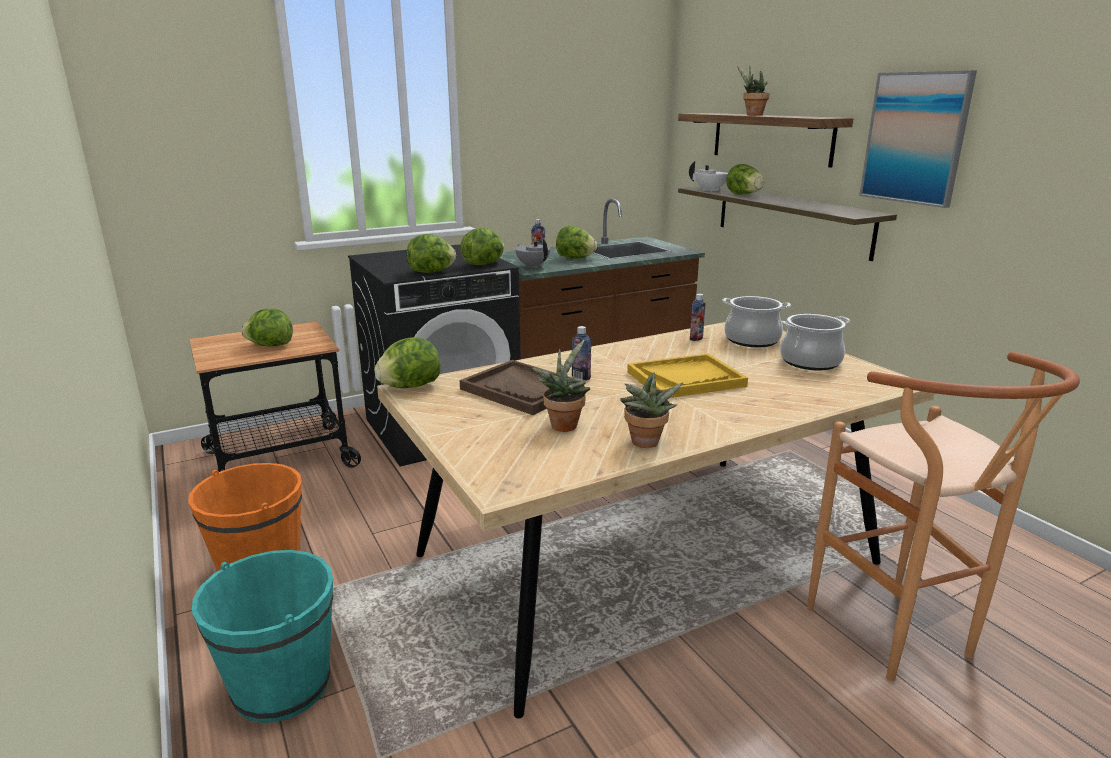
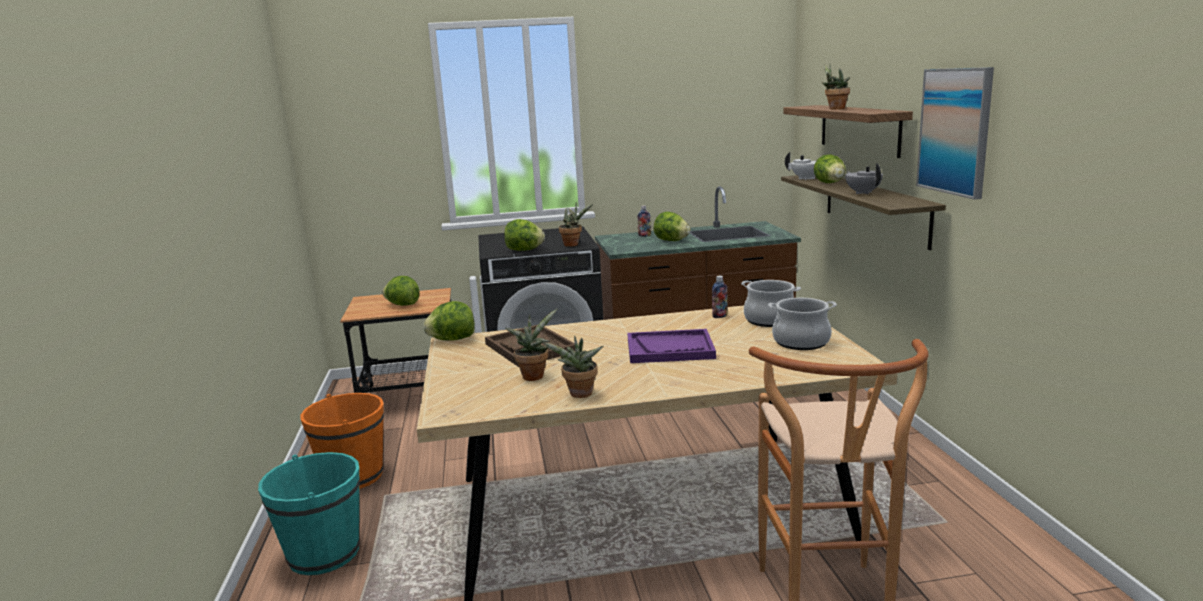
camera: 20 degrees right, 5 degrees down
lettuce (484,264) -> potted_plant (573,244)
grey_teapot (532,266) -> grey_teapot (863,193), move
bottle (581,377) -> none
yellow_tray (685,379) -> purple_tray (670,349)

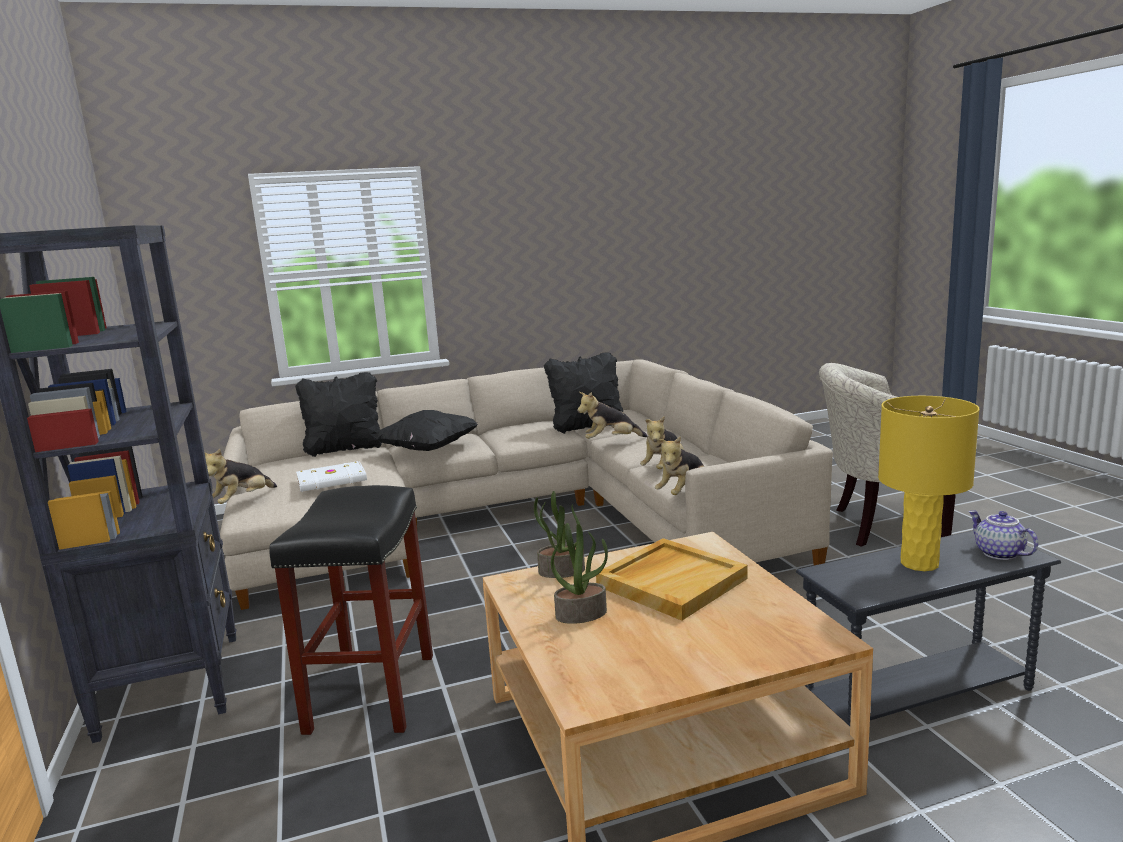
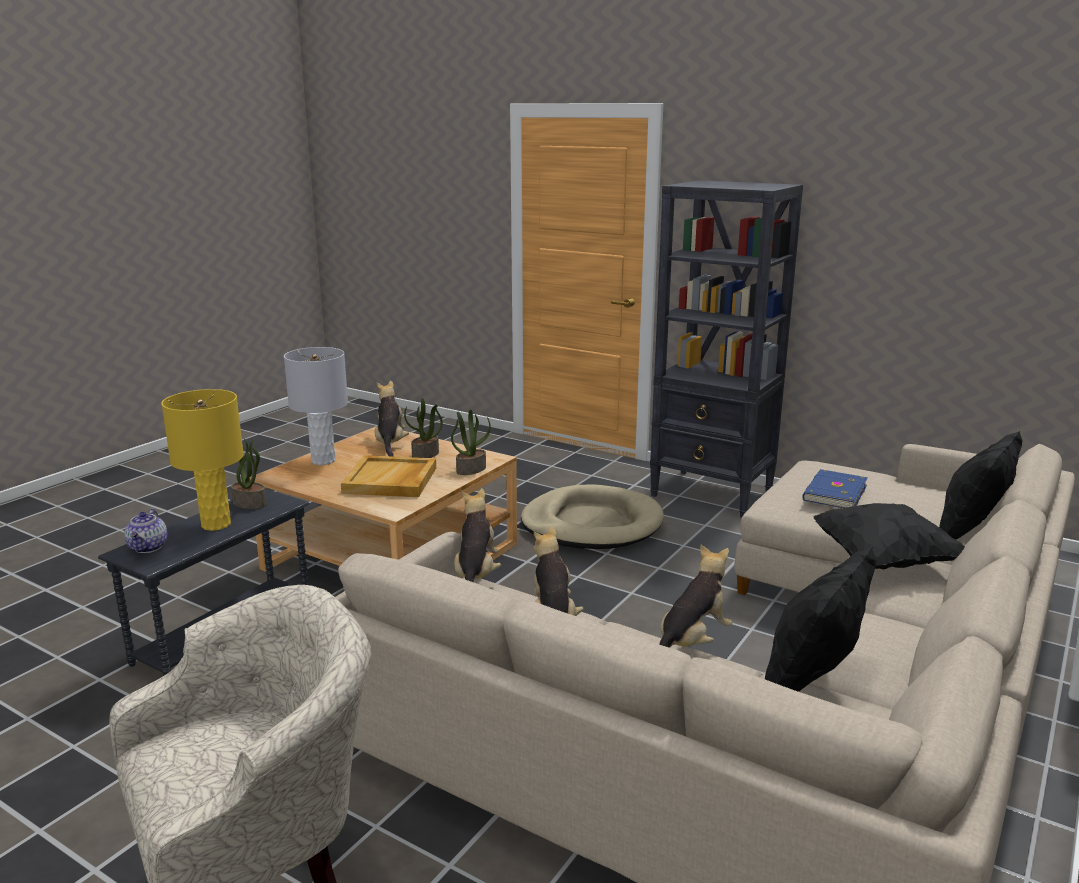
camera: 140 degrees right, 5 degrees up
plush_toy (242,501) -> plush_toy (390,443), move
white_book (332,480) -> blue_book (833,493)
black_stool (372,694) -> beige_dog_bed (592,524)
teapot (998,553) -> teapot (149,547), 60 degrees clockwise
none -> grey_table_lamp (323,461)
none -> potted_plant (250,503)

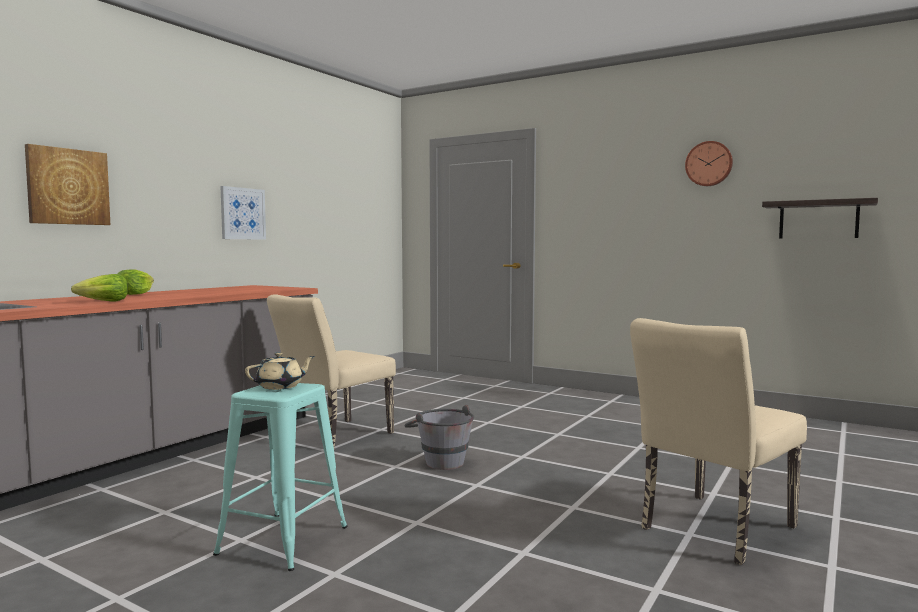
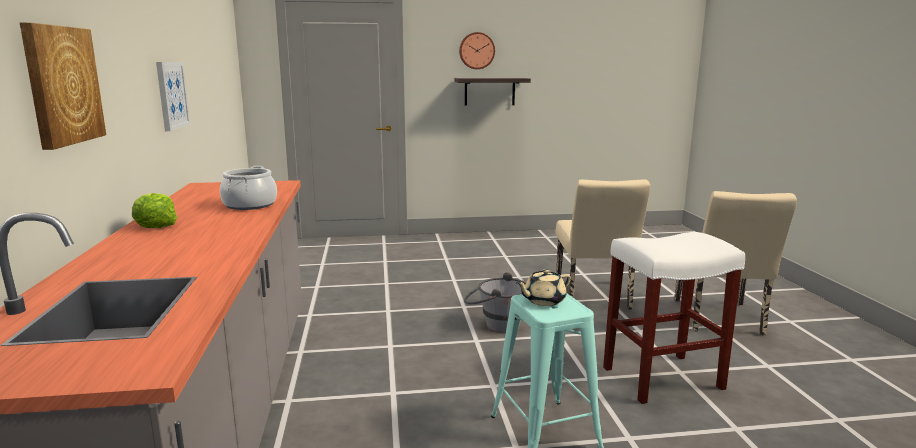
camera: 40 degrees left, 10 degrees up
wall_clock (709,164) -> wall_clock (476,50), move
shelf (818,219) -> shelf (489,91), move
lettuce (103,302) -> none
beige_chair (333,437) -> beige_chair (593,298), move
beige_teapot (280,386) -> beige_teapot (543,301), 135 degrees counterclockwise
none -> cooking_pot (250,205)
none -> white_stool (663,377)

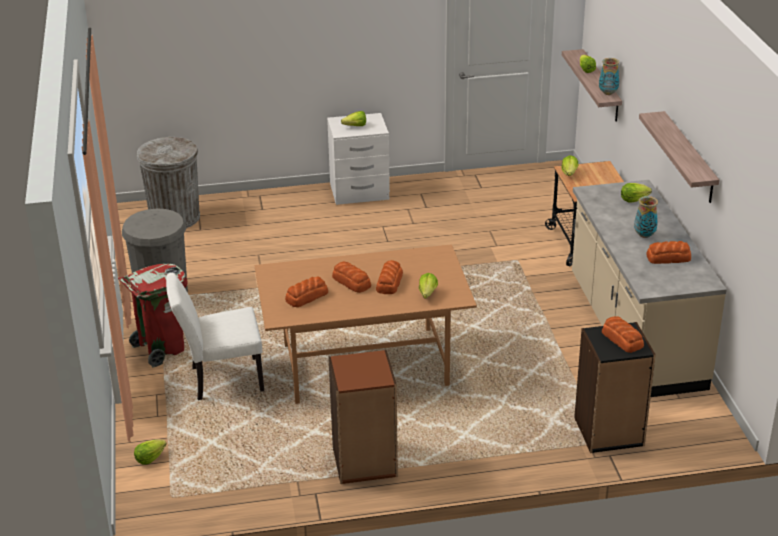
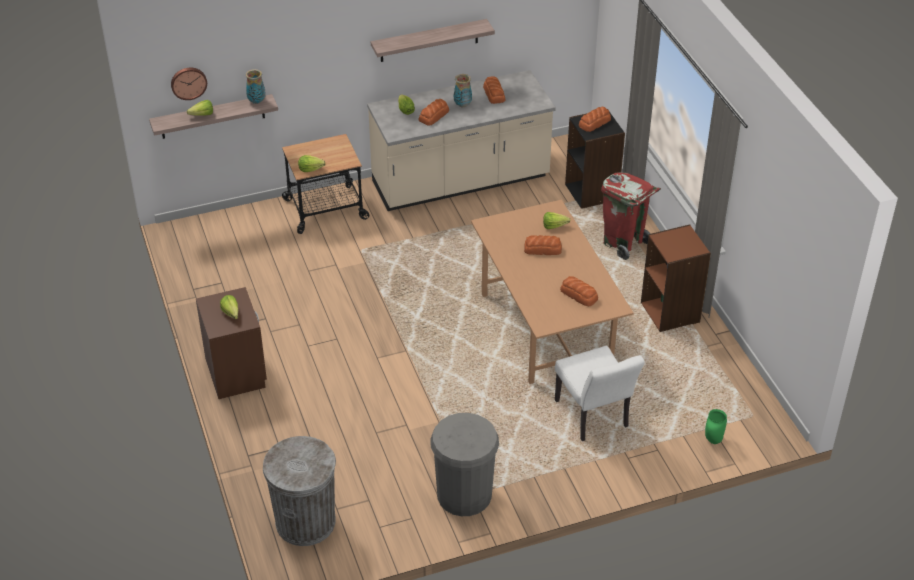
camera: 100 degrees left, 10 degrees up
white_nightstand (359,192) -> brown_nightstand (236,372)
bread (351,282) -> bread (434,116), move
red_trash_can (161,349) -> red_trash_can (623,243), move
lettuce (149,458) -> green_vase (713,441)
none -> wall_clock (188,82)

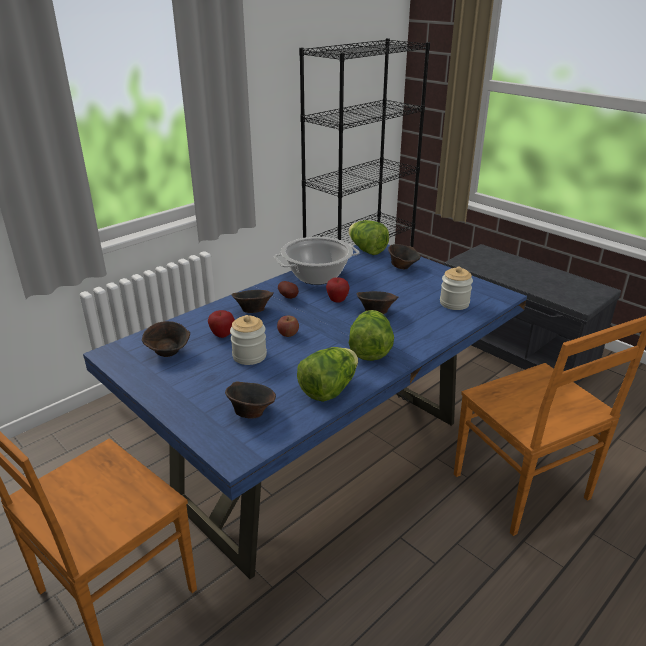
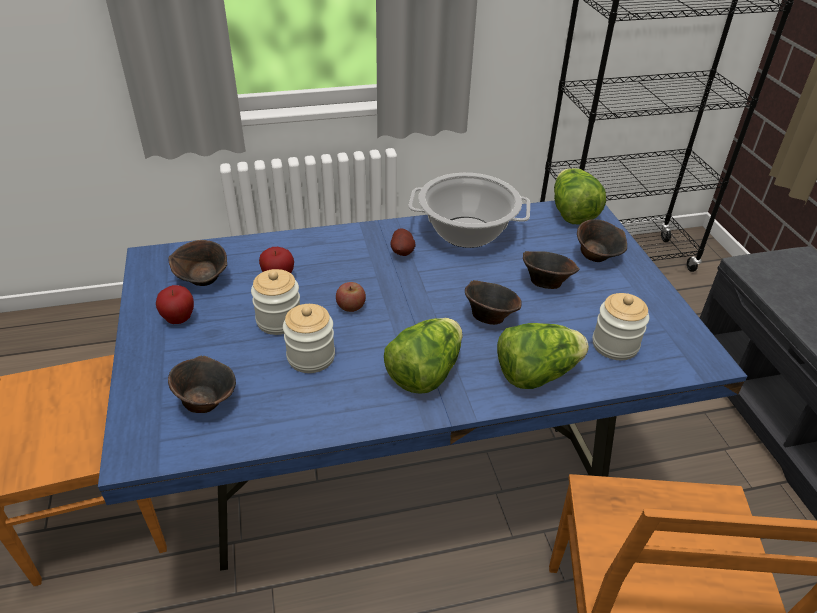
camera: 30 degrees right, 10 degrees up
apple (337,301) -> apple (179,319), move
brown_bowl (253,310) -> brown_bowl (545,282), move
lettuce (329,389) -> lettuce (536,374), move
none -> jar (311,357)

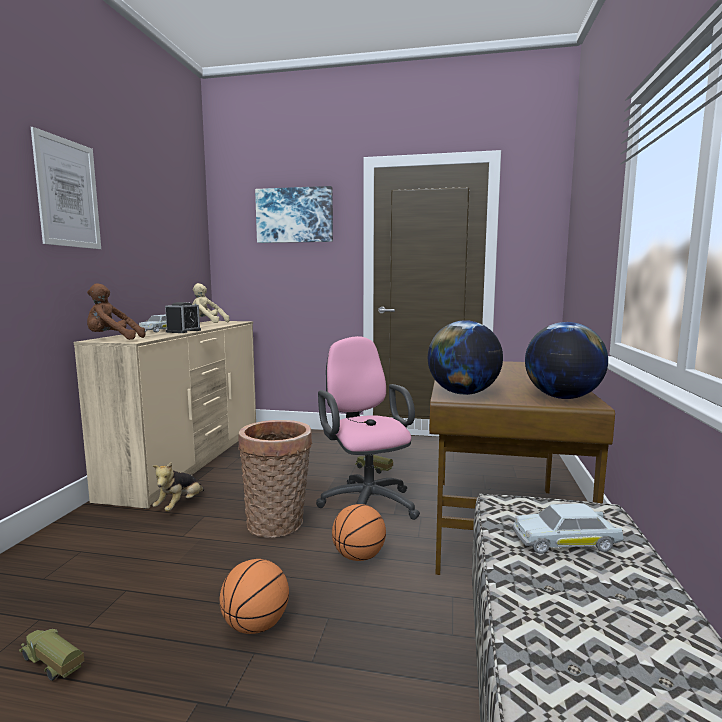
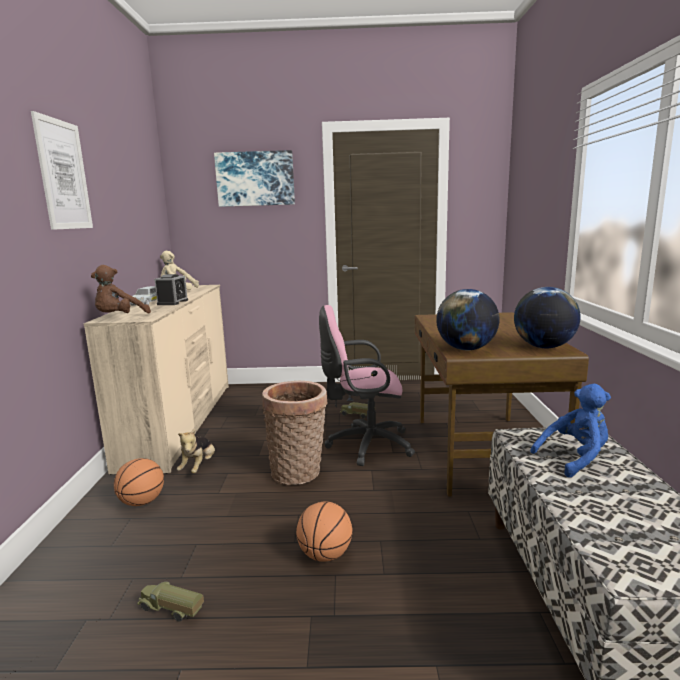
camera: 10 degrees left, 5 degrees up
brown_plush_toy (112,339) -> brown_plush_toy (119,318), 45 degrees counterclockwise
pink_office_chair (366,502) -> pink_office_chair (365,445), 60 degrees counterclockwise
basketball (359,557) -> basketball (142,502), move
white_toy_car (565,542) -> blue_plush_toy (575,458)

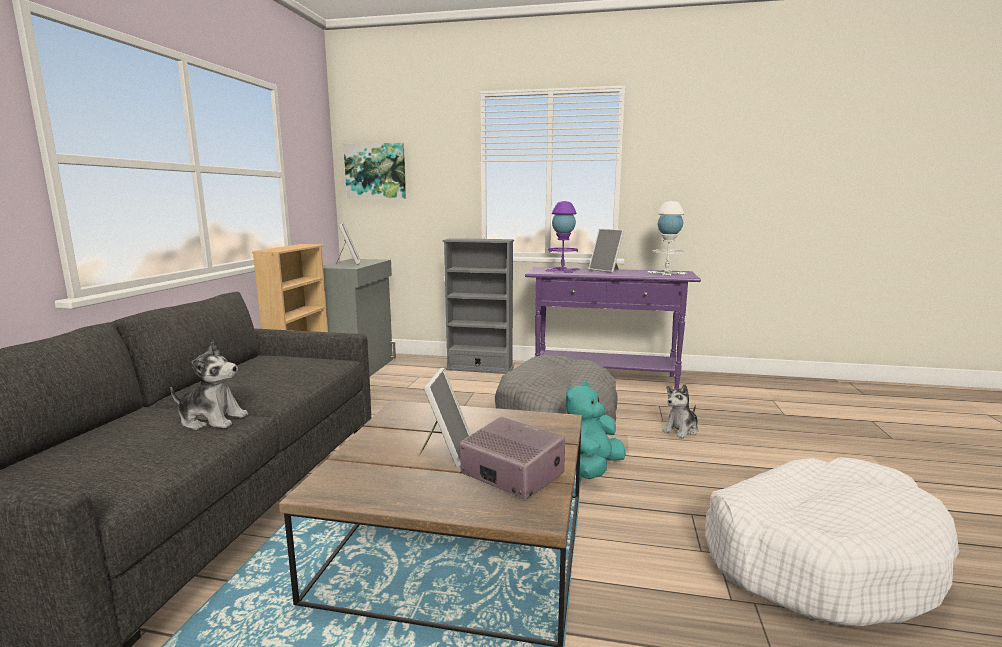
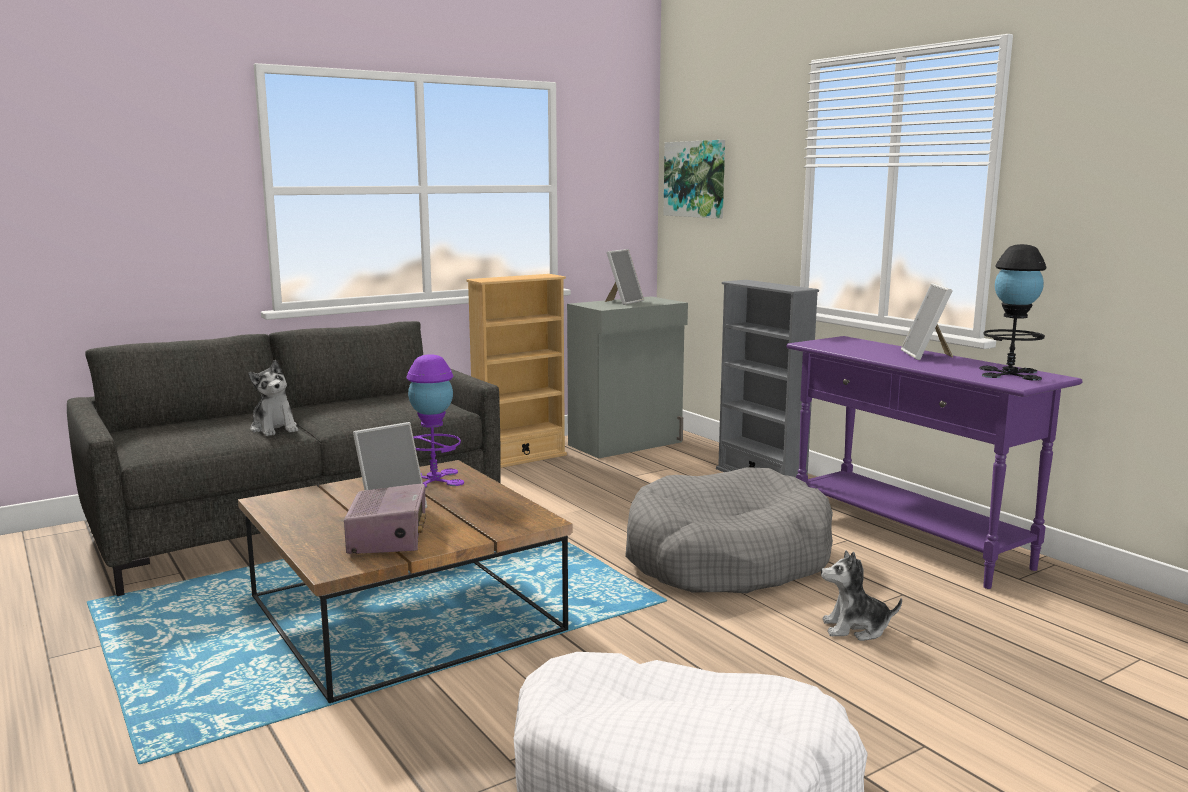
camera: 45 degrees right, 0 degrees up
purple_table_lamp (562,270) -> purple_table_lamp (434,479), move
white_table_lamp (666,273) -> black_table_lamp (1009,373)
turquoise_plush_toy (592,468) -> none

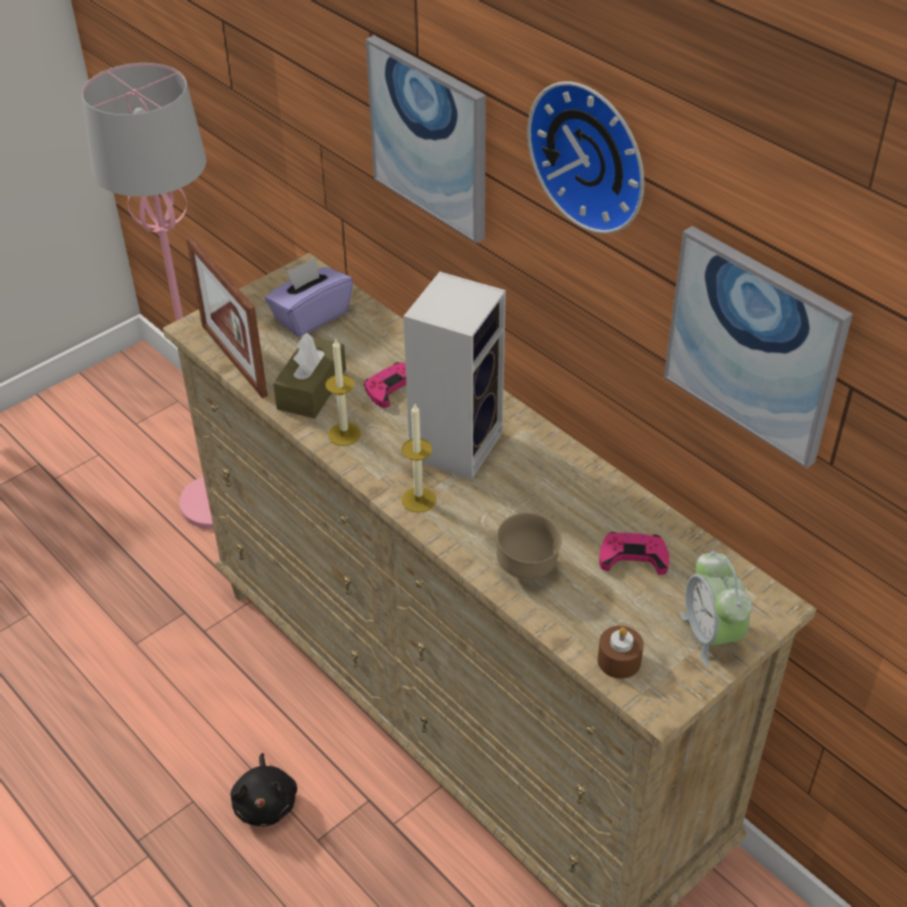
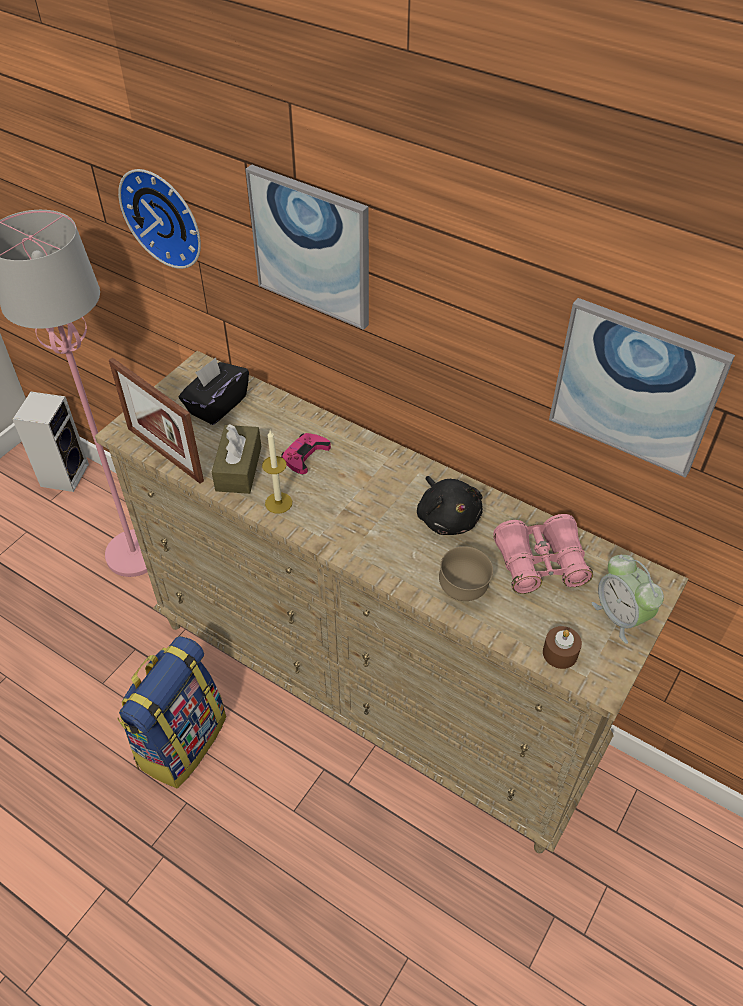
camera: 15 degrees left, 5 degrees up
wall_clock (593,154) -> wall_clock (165,216), move
purple_tissue_box (311,316) -> black_tissue_box (217,405)
speaker (456,442) -> speaker (64,473), move
candle (418,499) -> none
pink_game_controller (633,557) -> pink_binoculars (540,563)
black_plush_toy (266,802) -> black_plush_toy (447,517), move
none -> backpack (181,740)

